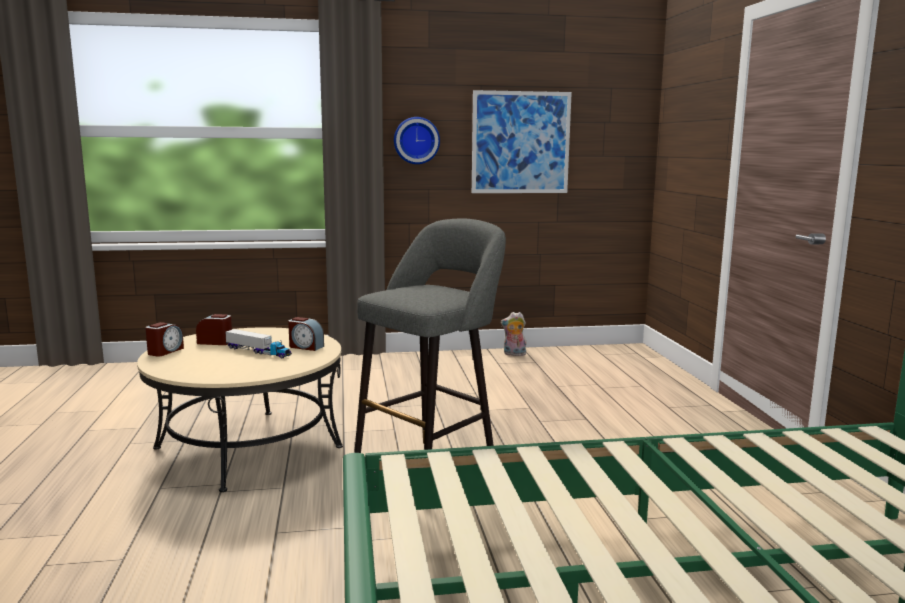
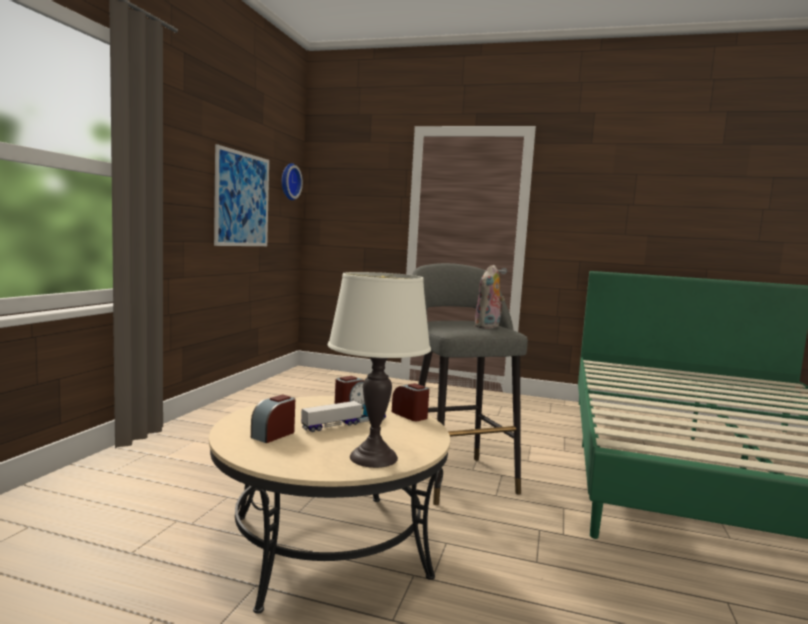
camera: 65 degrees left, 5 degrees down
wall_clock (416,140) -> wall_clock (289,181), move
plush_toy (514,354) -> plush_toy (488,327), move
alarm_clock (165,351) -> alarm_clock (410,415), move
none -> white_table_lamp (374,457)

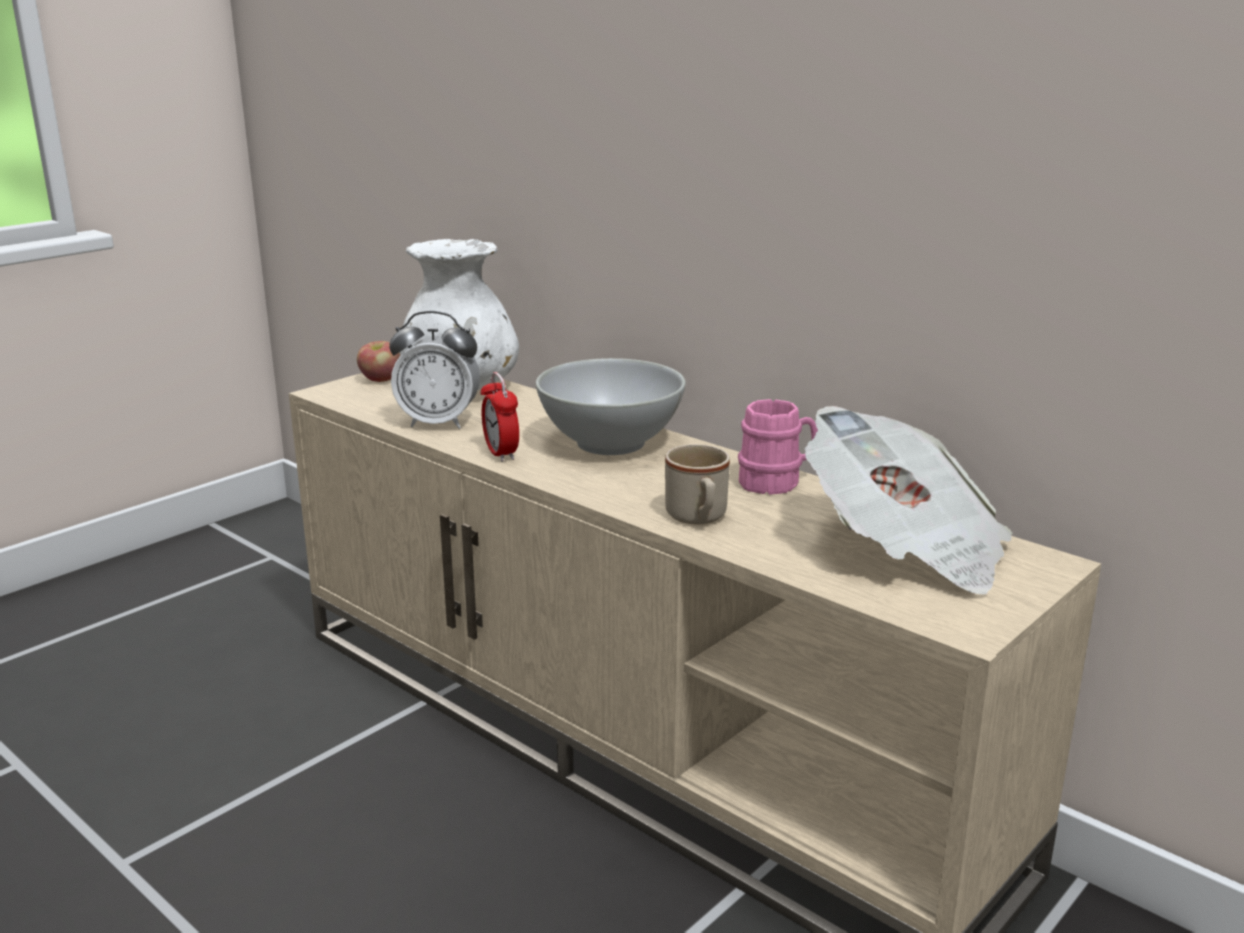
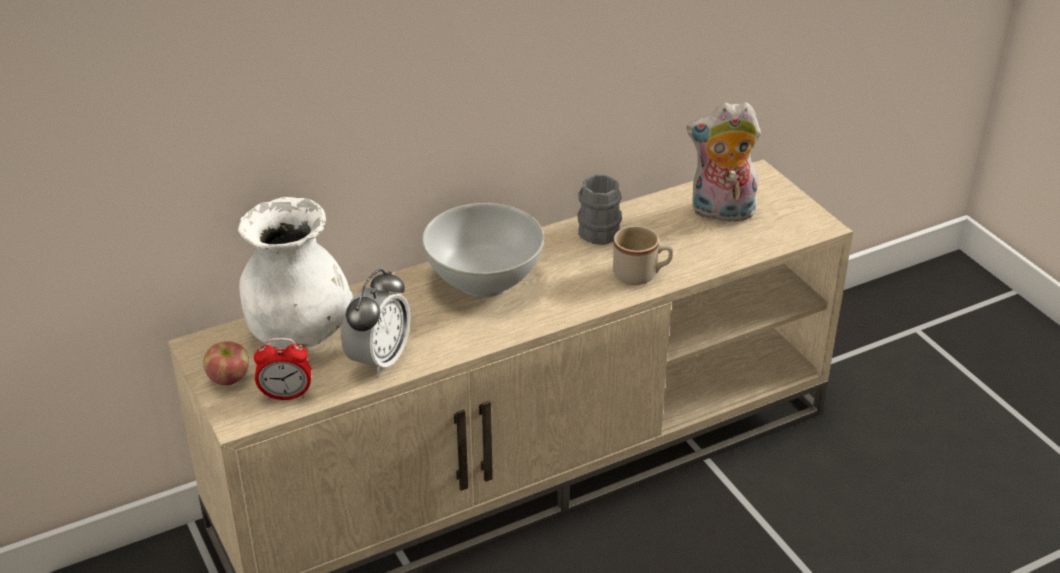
camera: 70 degrees left, 15 degrees up
alarm_clock (501,454) -> alarm_clock (286,395), move
pink_mug (777,482) -> grey_mug (599,228)
newspaper (906,549) -> plush_toy (721,213)

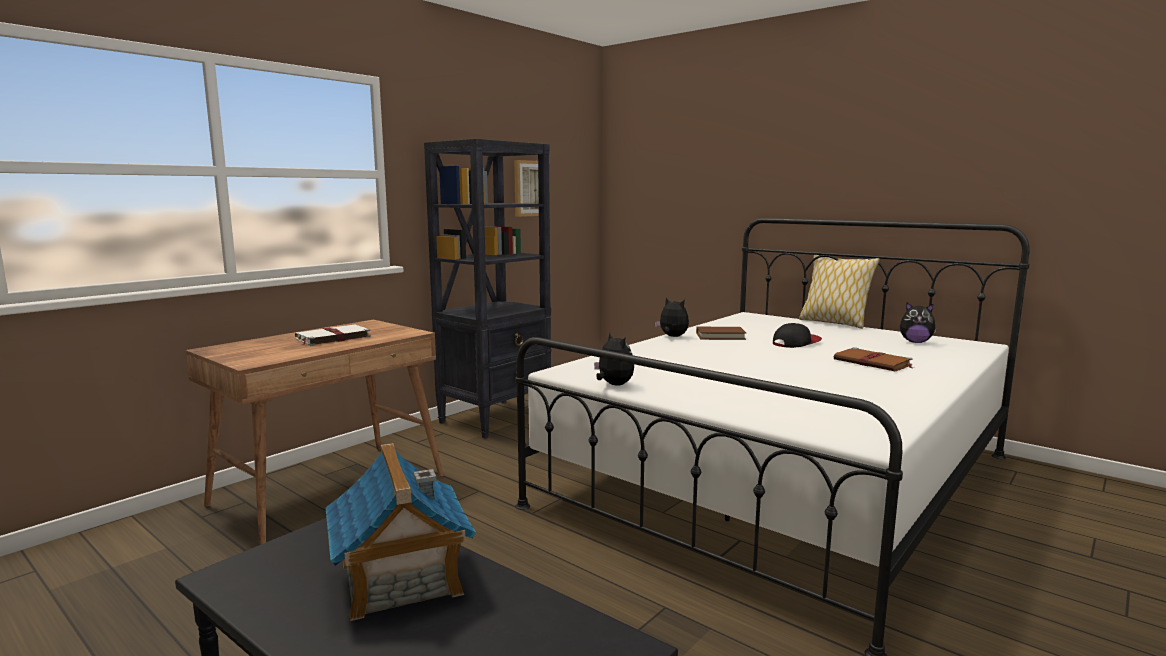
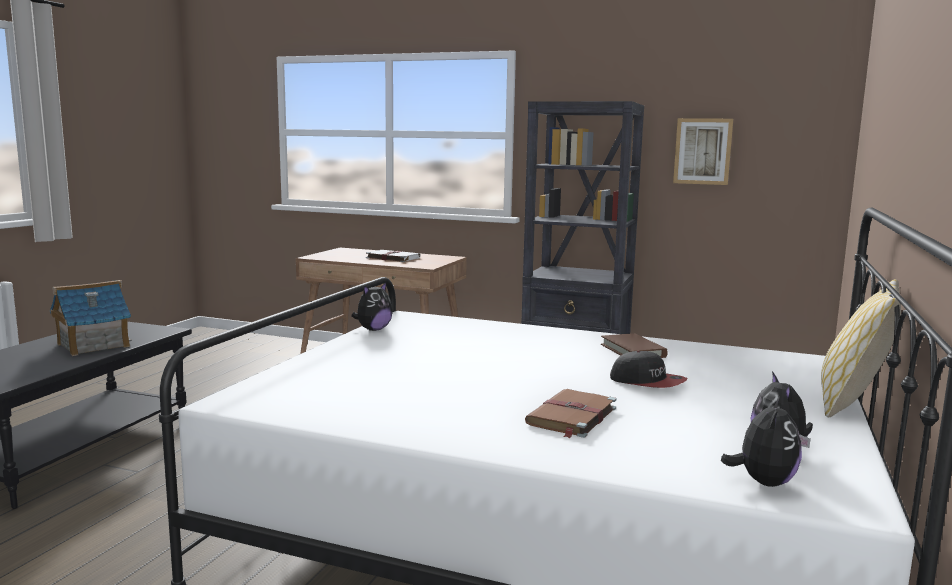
camera: 70 degrees right, 0 degrees up
plush_toy (672,337) -> plush_toy (763,482), move

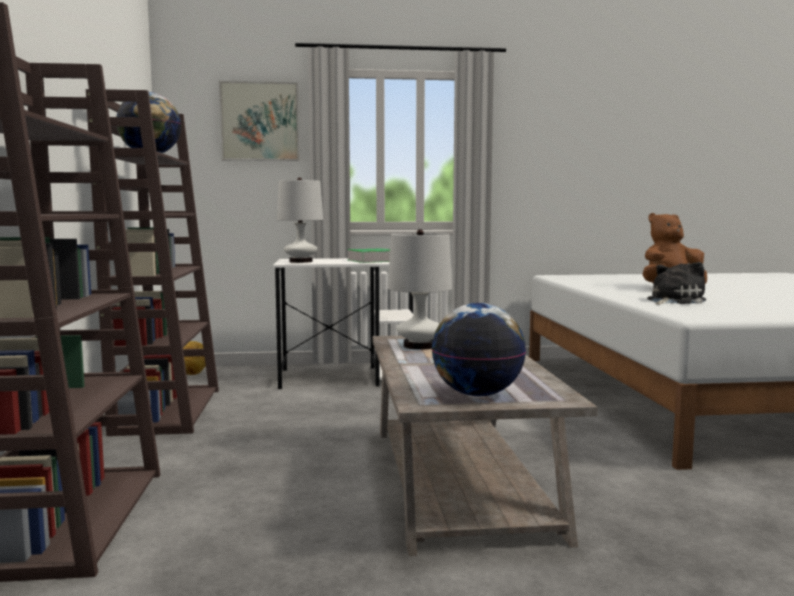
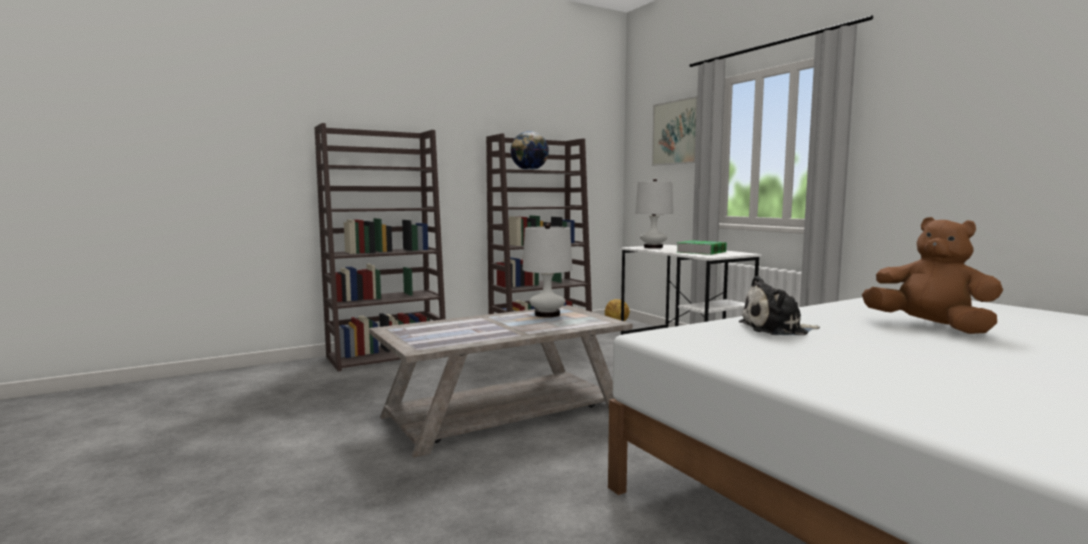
camera: 65 degrees right, 0 degrees up
plush_toy (673,301) -> plush_toy (777,329), 150 degrees clockwise
globe (477,394) -> none

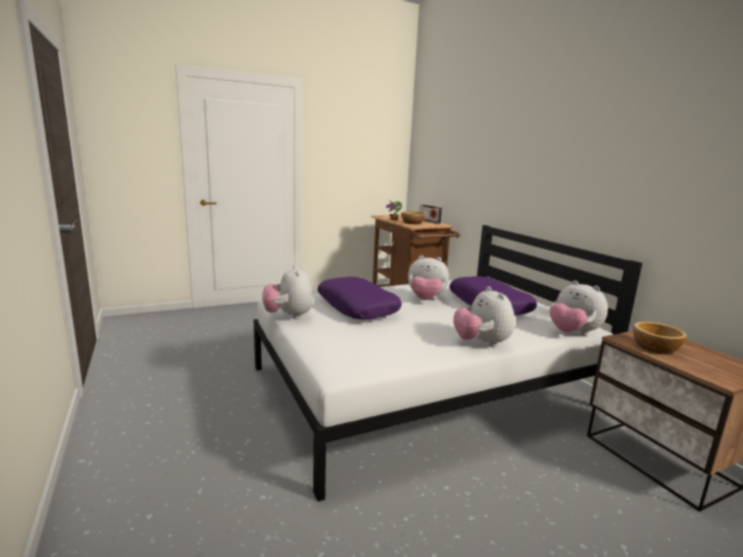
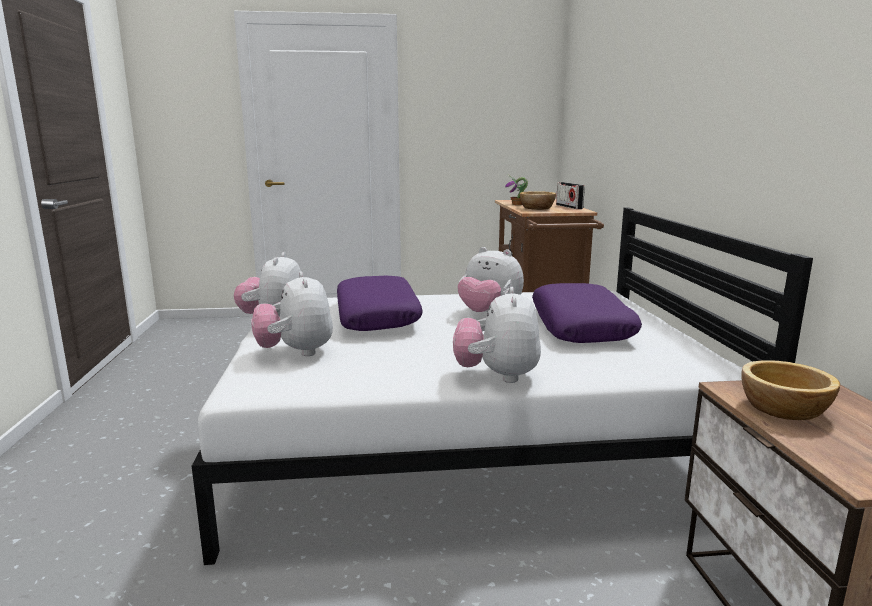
camera: 20 degrees right, 0 degrees up
plush_toy (573,333) -> plush_toy (296,352), move

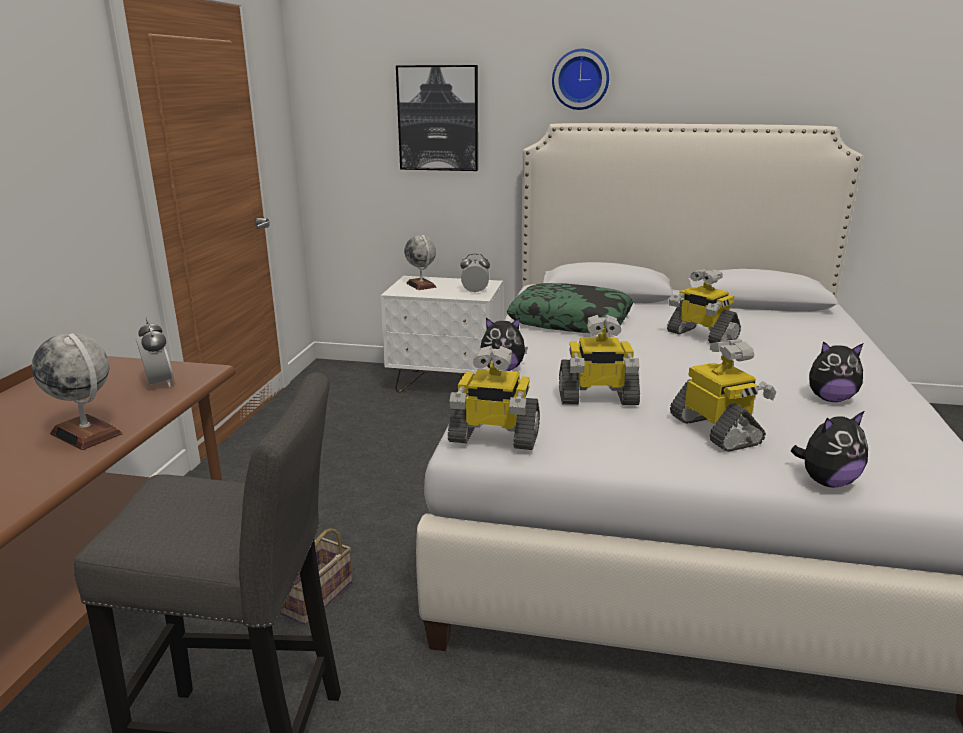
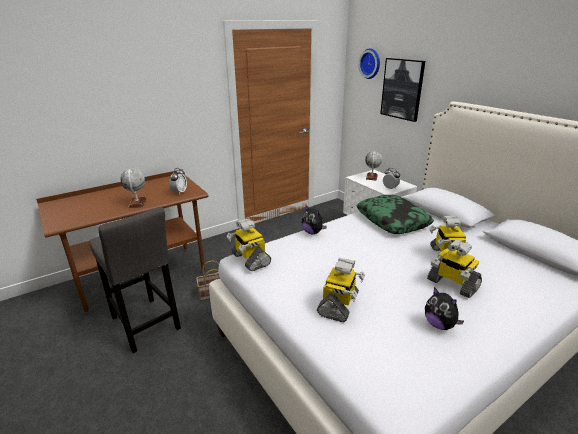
camera: 45 degrees right, 5 degrees up
wall_clock (580,79) -> wall_clock (371,63), move
toy_robot (597,398) -> toy_robot (452,284), move
plush_toy (826,482) -> none

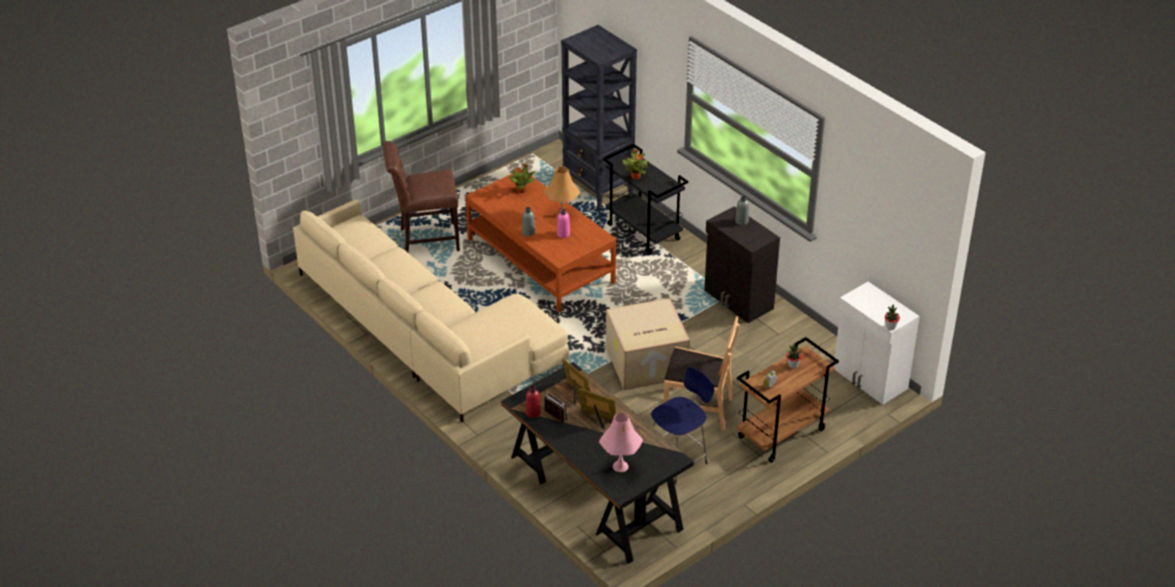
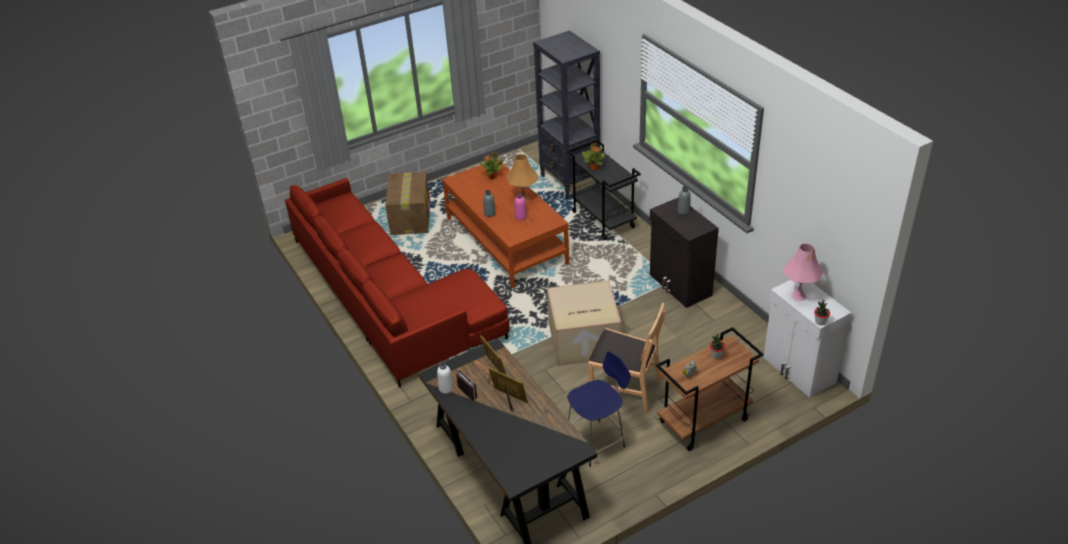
camera: 10 degrees right, 0 degrees up
brown_chair (425,240) -> cardboard_box (410,217)
beige_sofa (426,333) -> red_sofa (389,300)
red_bottle (533,413) -> white_bottle (446,388)
pink_table_lamp (620,466) -> pink_table_lamp (799,296), move

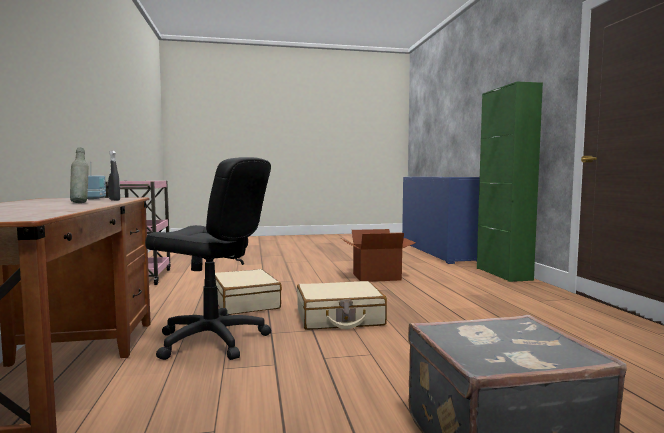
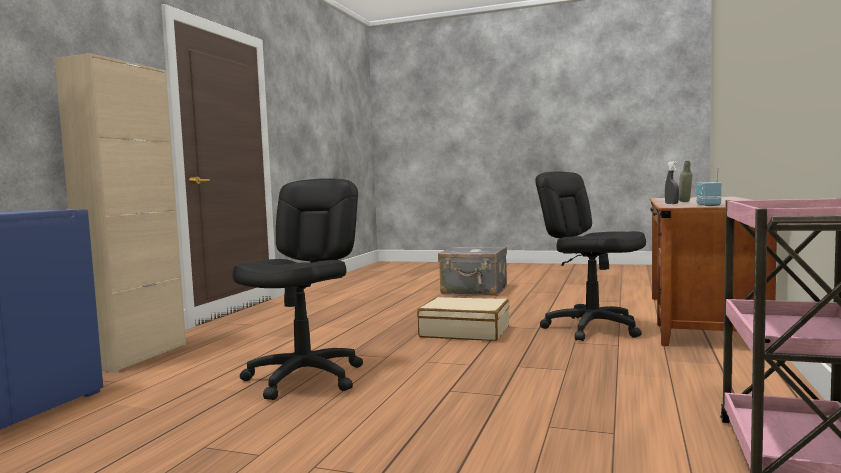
camera: 150 degrees left, 0 degrees up
green_cabinet (503,274) -> beige_cabinet (137,356)
cardboard_box (376,277) -> black_office_chair (305,378)
beige_suitcase (246,302) -> none

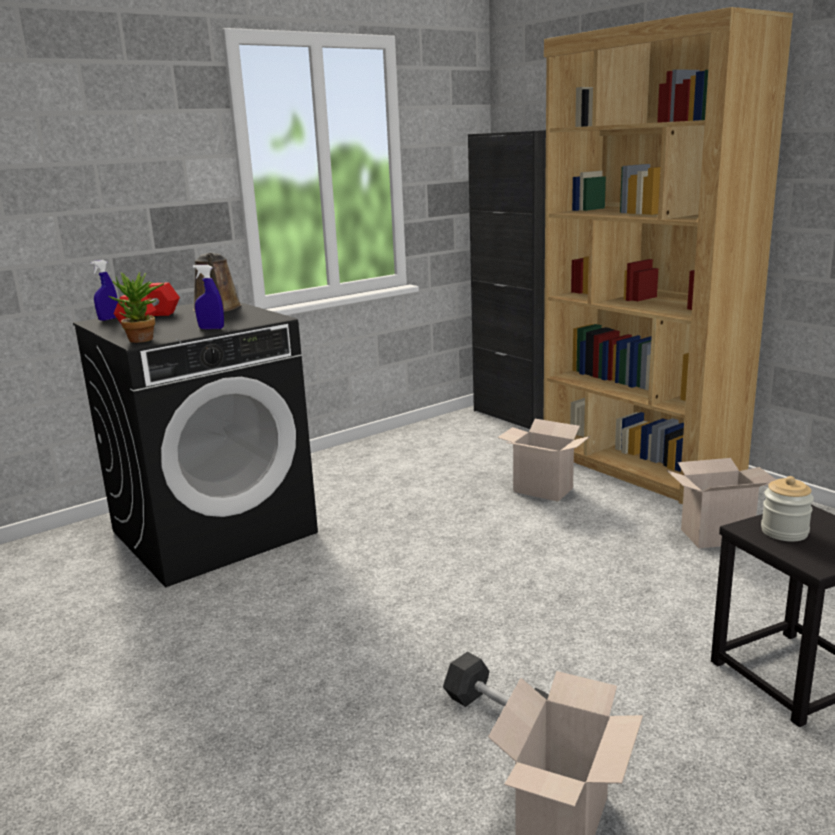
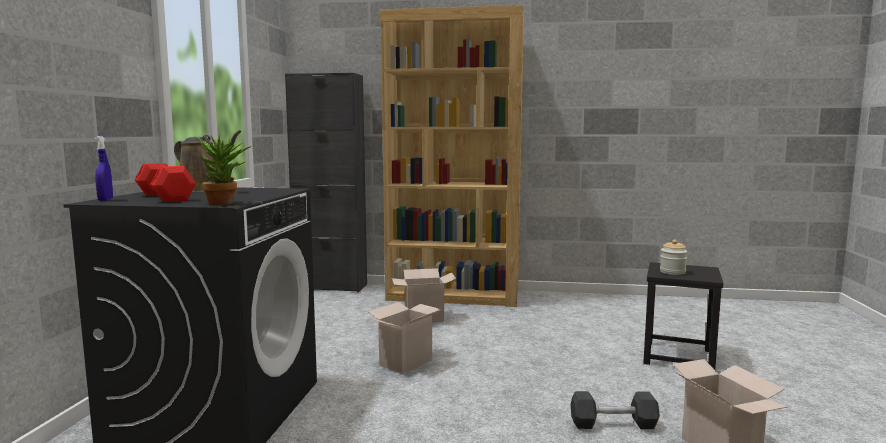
camera: 45 degrees left, 10 degrees down
blue_spray_bottle (211,328) -> none
cardboard_box (717,535) -> cardboard_box (406,362), move

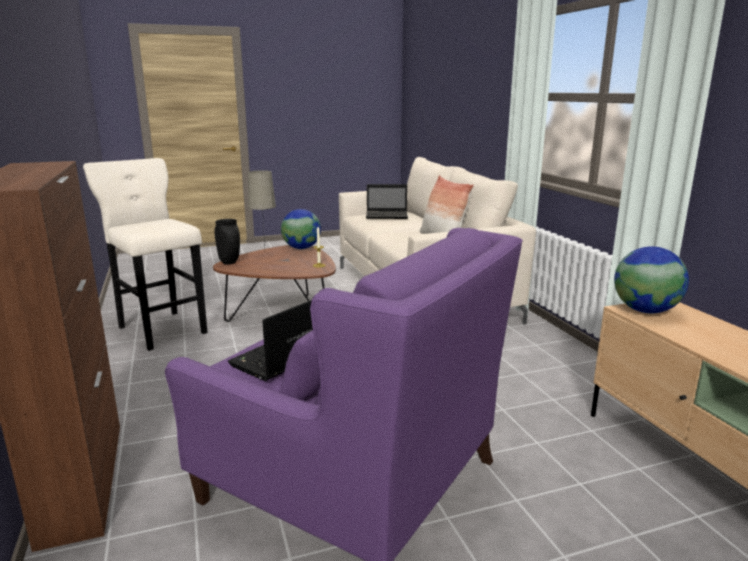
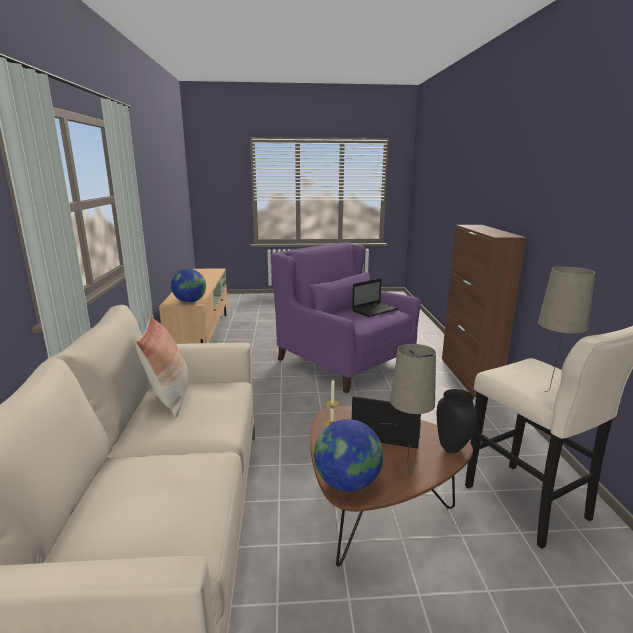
camera: 165 degrees left, 0 degrees up
laptop (387,216) -> laptop (384,433), move
none -> beige_table_lamp (549,397)

